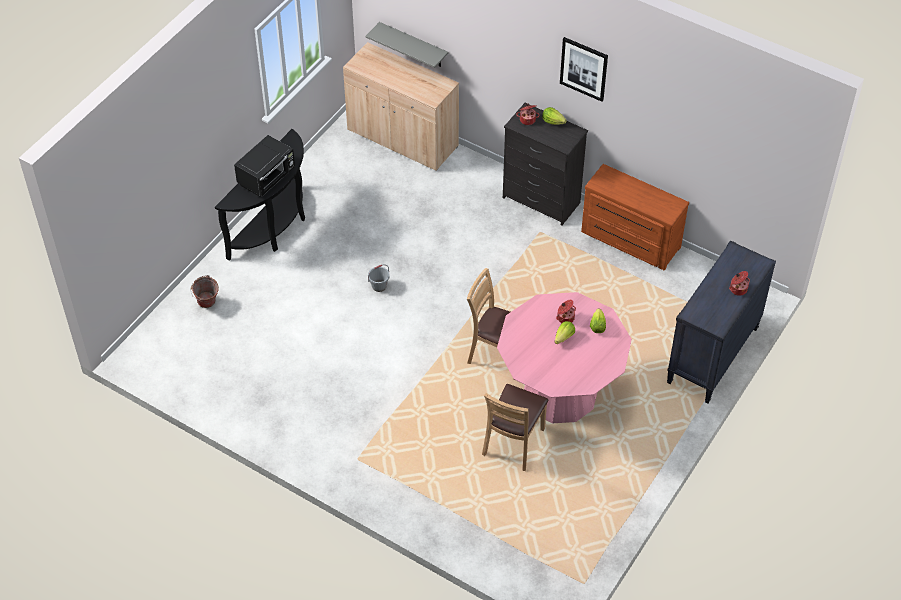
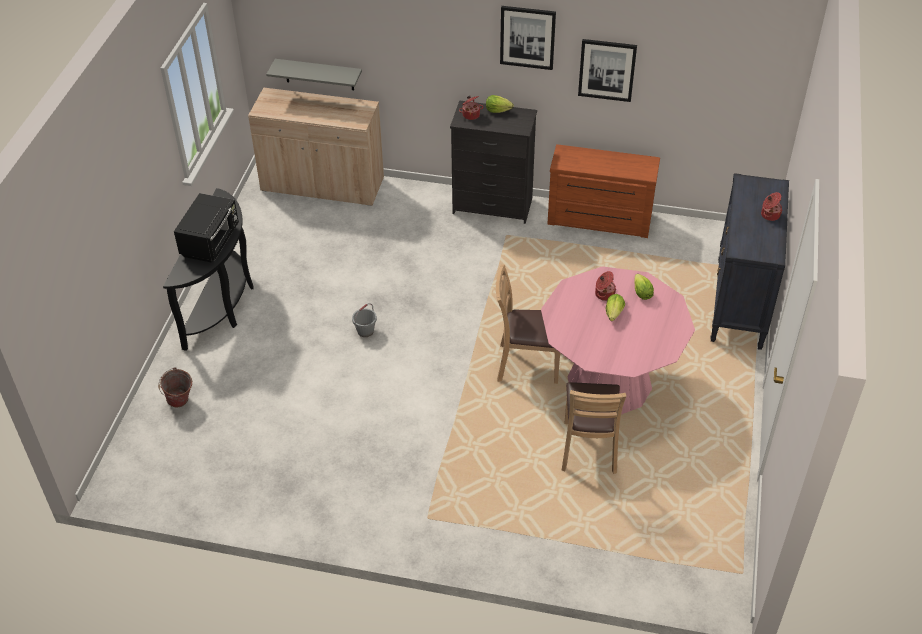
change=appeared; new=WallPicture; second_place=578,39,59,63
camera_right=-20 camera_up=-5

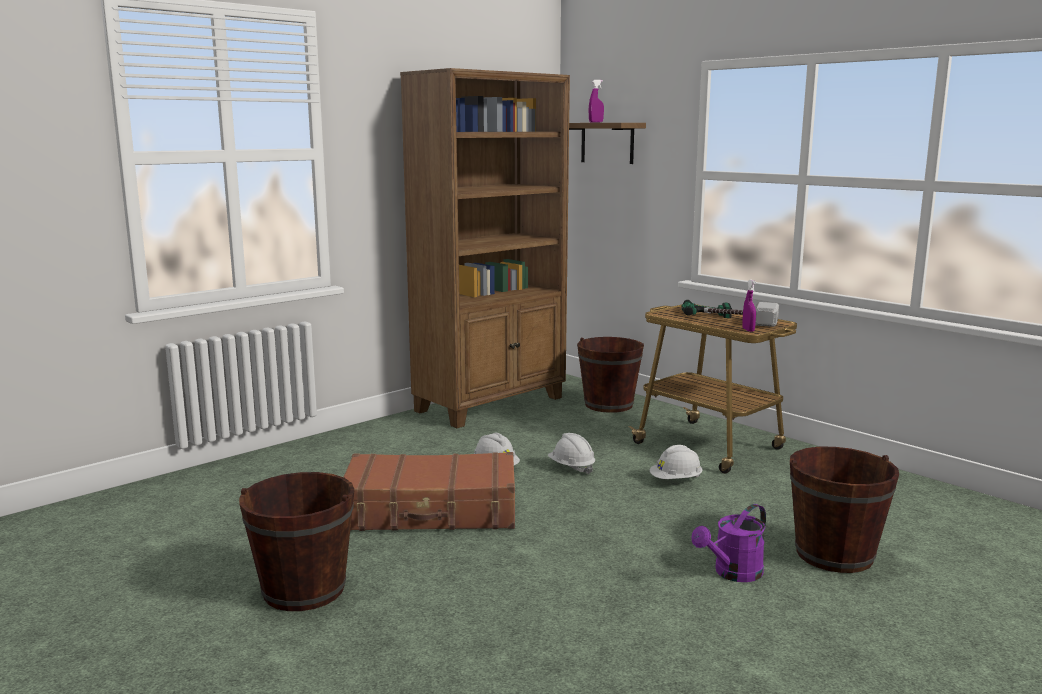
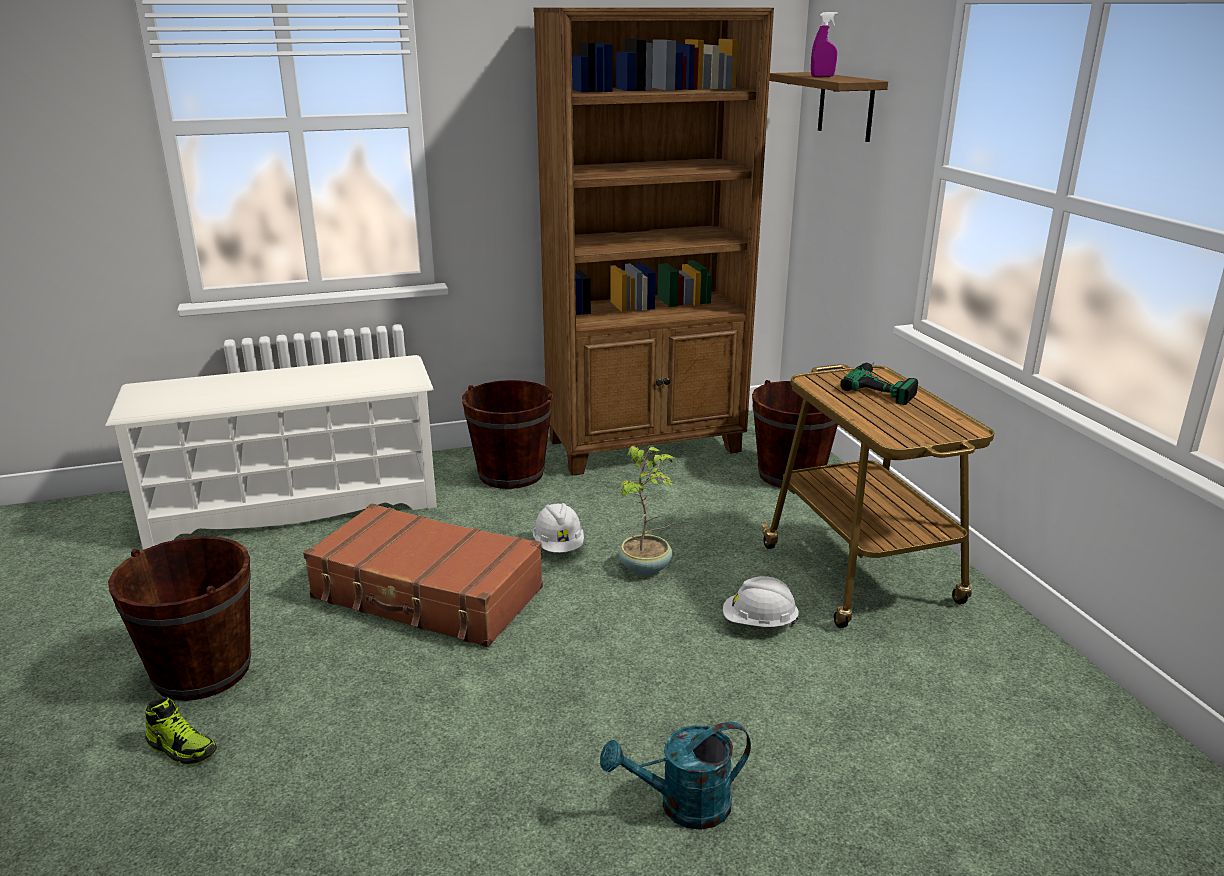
change=exchanged; old=WhitishHardHat; new=PottedPlant; first_place=548,433,47,42; second_place=616,445,60,131
change=colour; old=PurpleWateringCan; new=TurquoiseWateringCan; first_place=691,504,75,78; second_place=600,722,151,108
change=missing; old=HandHammer; first_place=704,302,75,25
change=missing; old=PurpleSprayer; first_place=742,280,14,52
change=relocated; old=BrownWaterBucket; first_place=790,447,109,126; second_place=462,380,91,109
change=appeared; new=WhitishShoeStand; second_place=105,355,332,195
change=appeared; new=Shoe; second_place=145,697,72,67
camera_right=25 camera_up=10

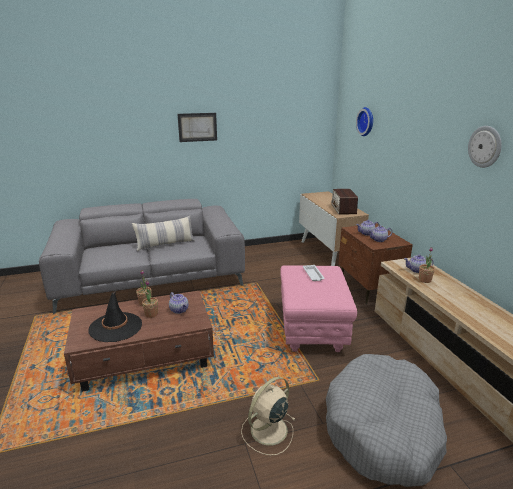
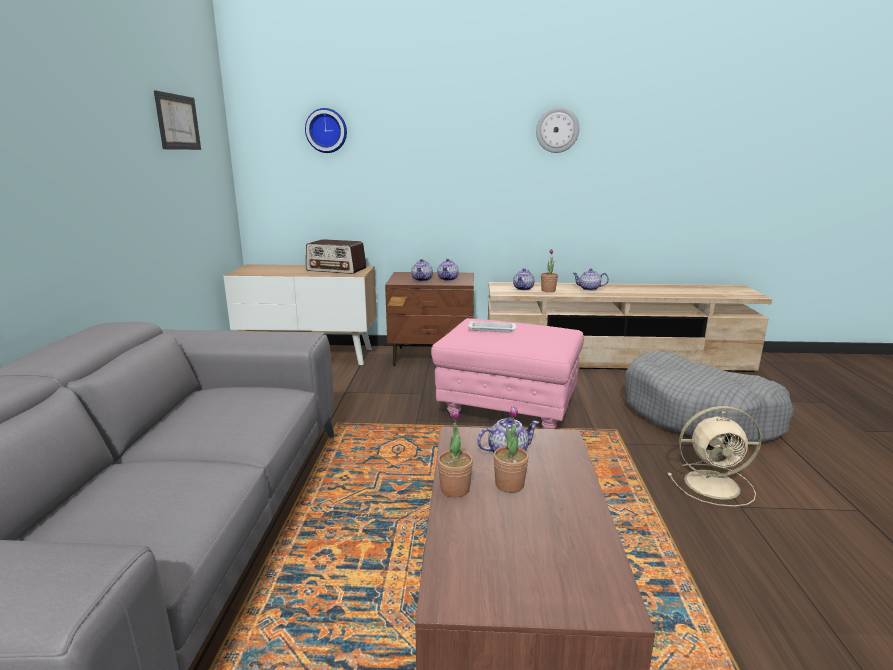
change=missing; old=BlackishHat; first_place=88,290,54,52
change=missing; old=ThrowPillow; first_place=132,216,63,35
change=relocated; old=WallPicture; first_place=177,113,40,29; second_place=154,90,47,60
change=spun; old=BeigeElectricFan; first_place=241,377,55,79; second_place=668,406,93,101; degrees=-60
change=appeared; new=TeaPot; second_place=573,268,36,23
camera_right=-70 camera_up=-5

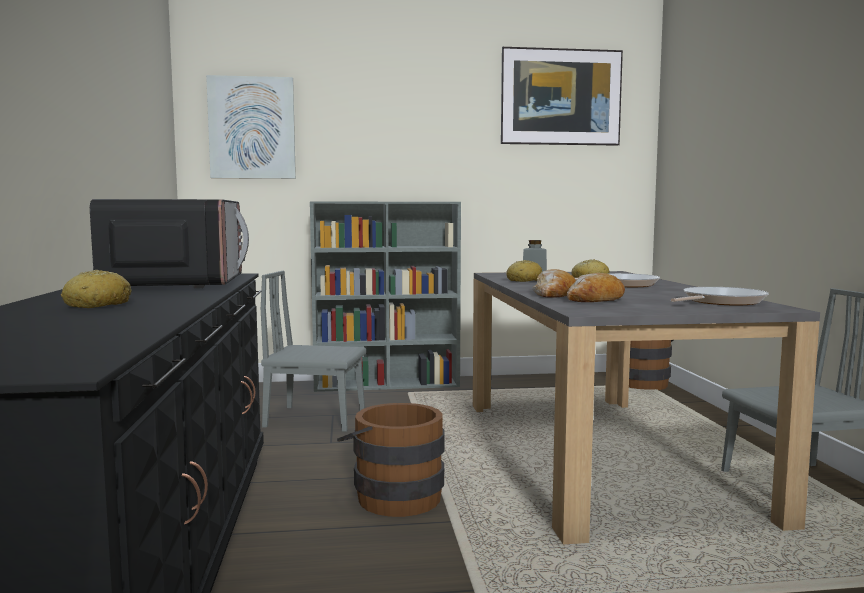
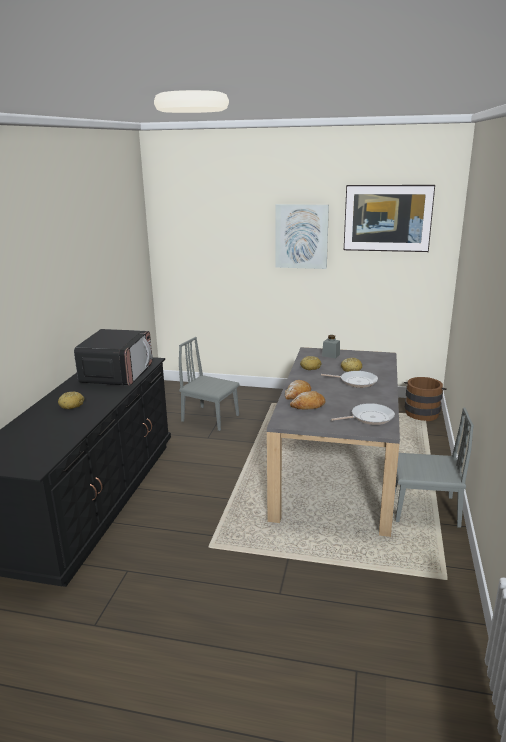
change=relocated; old=WallPicture; first_place=206,75,90,104; second_place=275,204,54,65
change=missing; old=GreyBookshelf; first_place=310,201,151,191
change=missing; old=BrownWaterBucket; first_place=337,403,107,114
camera_right=20 camera_up=15

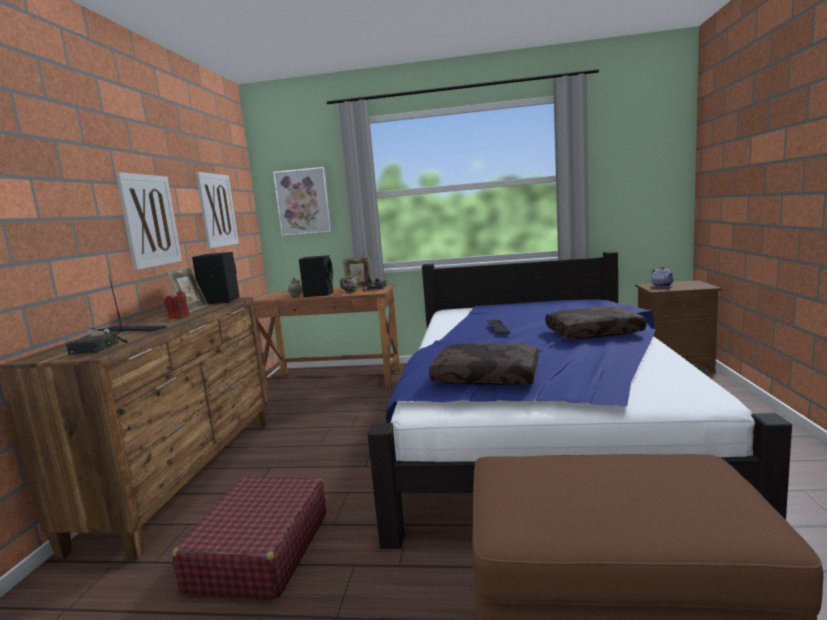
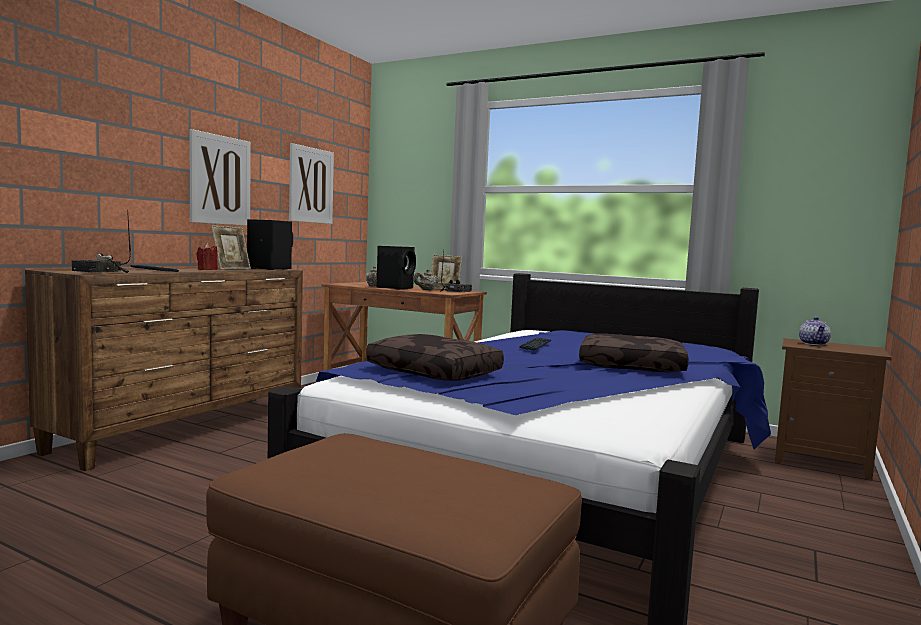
change=missing; old=RedTravelCase; first_place=172,477,154,123
change=missing; old=WallPicture; first_place=273,167,59,69
camera_right=20 camera_up=-5

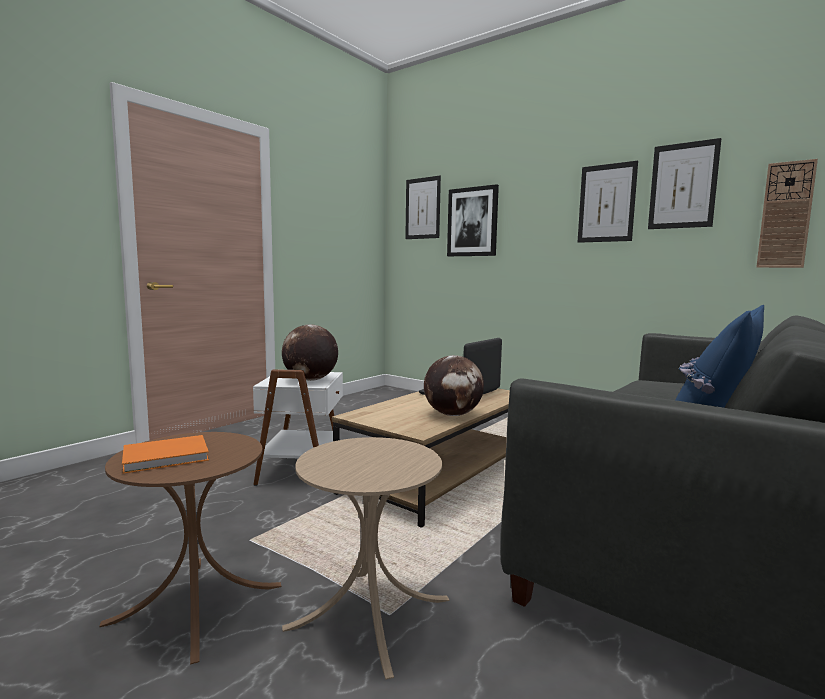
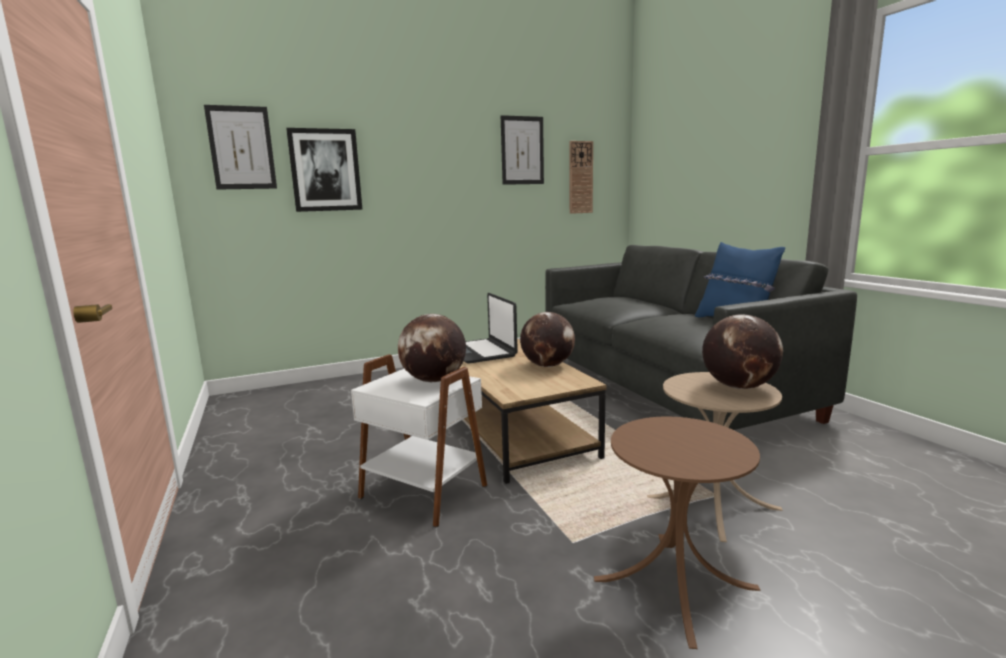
change=missing; old=OrangeyBook; first_place=122,435,87,39
change=missing; old=WallPicture; first_place=578,161,60,82
change=appeared; new=DeskGlobe; second_place=702,314,81,75
camera_right=-60 camera_up=5

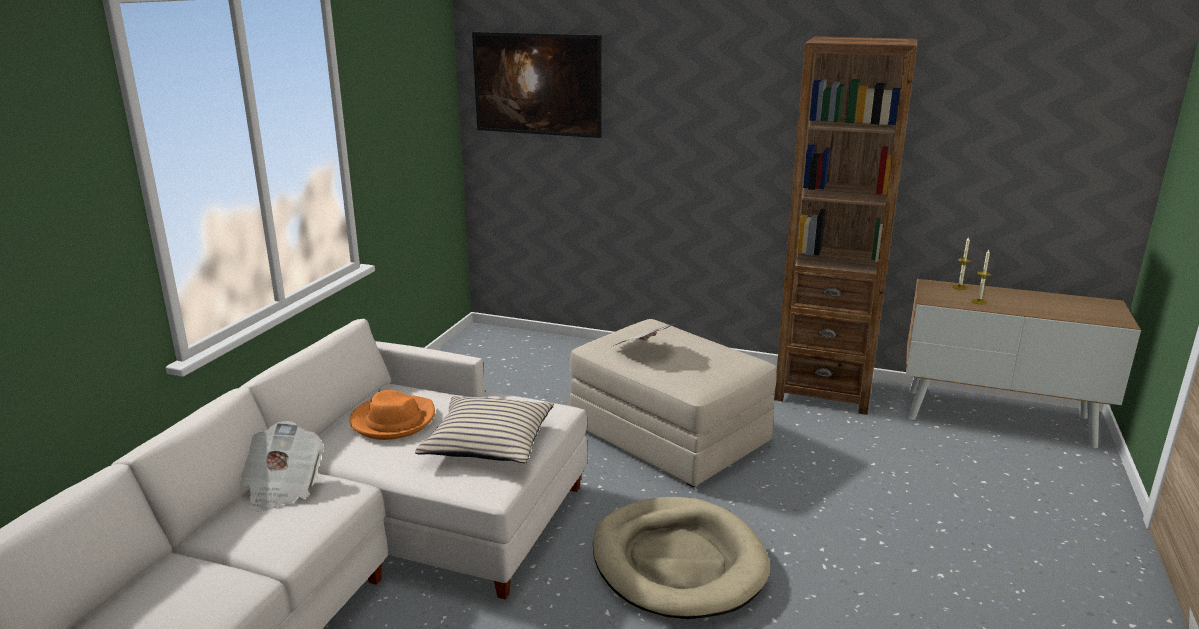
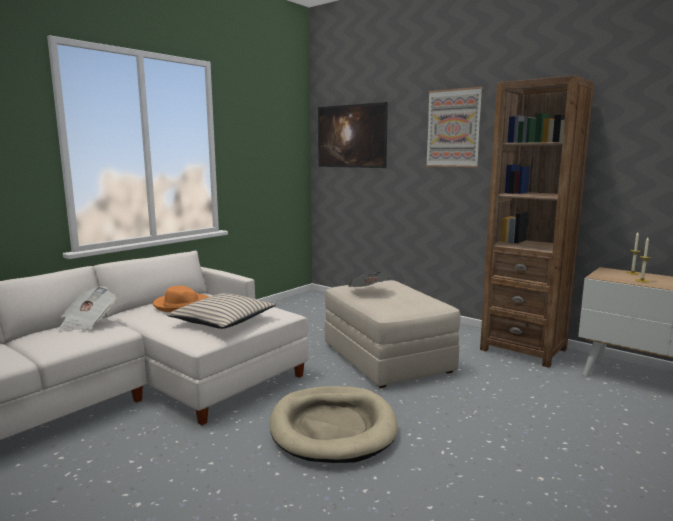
change=appeared; new=WallPicture; second_place=426,87,56,80
camera_right=20 camera_up=-10

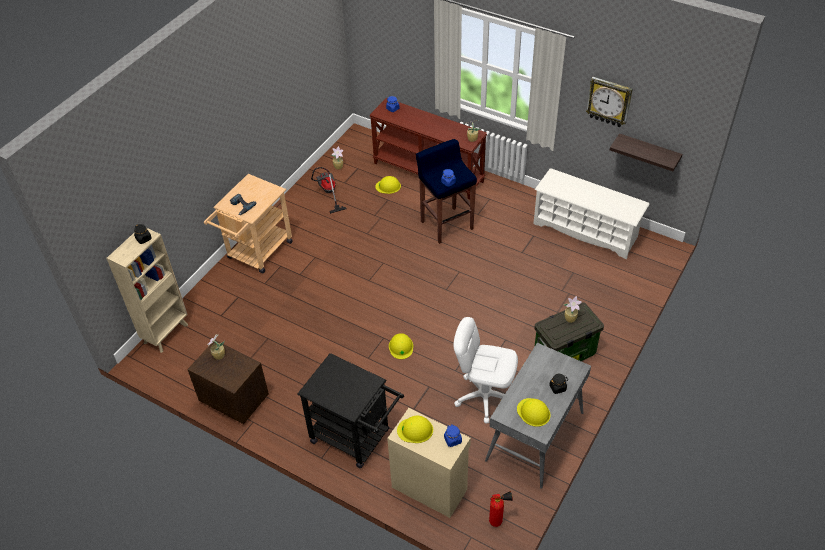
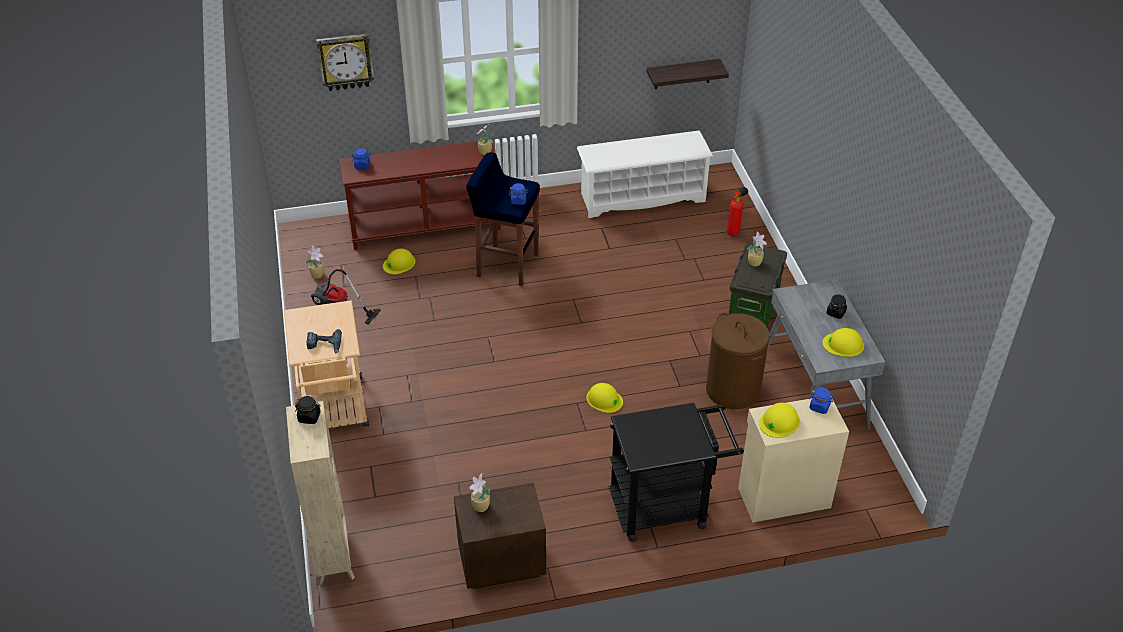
change=exchanged; old=WhitishDeskChair; new=BrownLaundryBasket; first_place=454,317,64,106; second_place=706,313,64,96
change=relocated; old=FireExtinguisher; first_place=489,491,24,36; second_place=727,187,21,49
change=relocated; old=WallClock; first_place=586,77,47,50; second_place=316,34,58,57
camera_right=-45 camera_up=-5

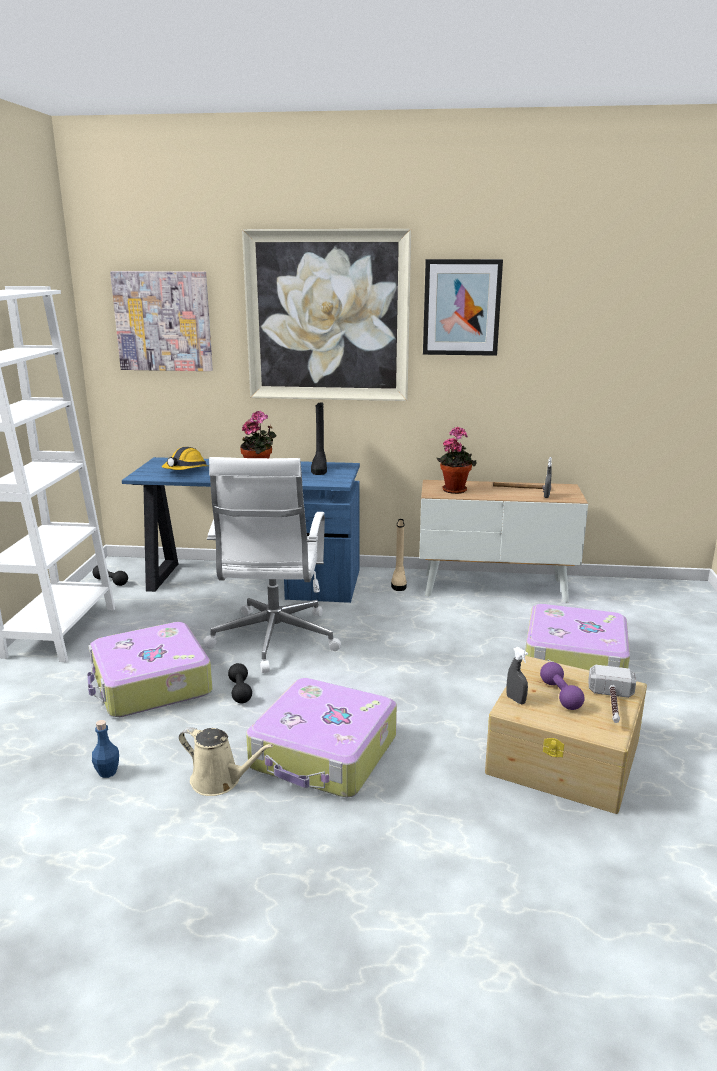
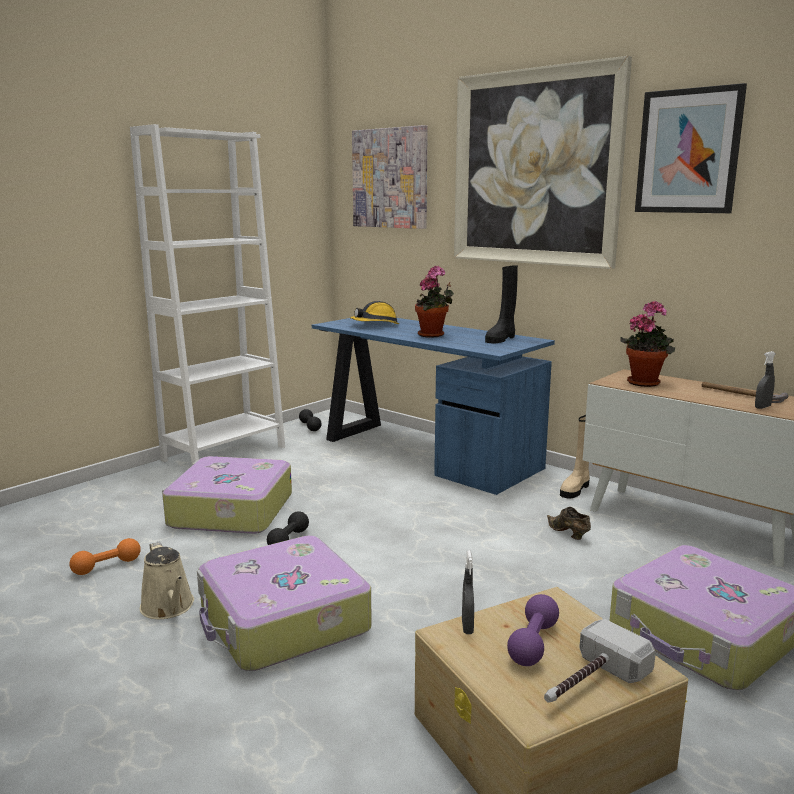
change=exchanged; old=BlueDrinkBottle; new=OrangeyFreeWeight; first_place=92,720,27,58; second_place=69,538,72,37
change=missing; old=WhitishDeskChair; first_place=203,457,138,216
change=appeared; new=BrownShoe; second_place=547,507,44,33
camera_right=35 camera_up=-5

